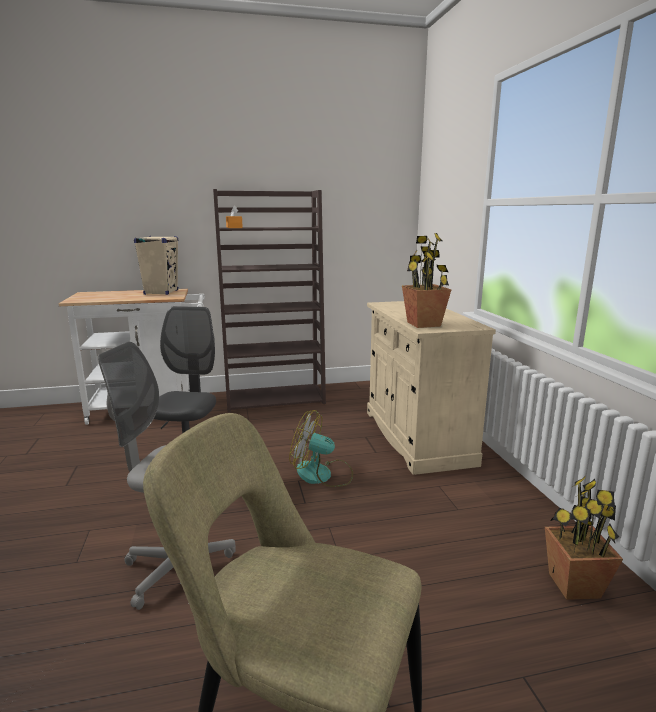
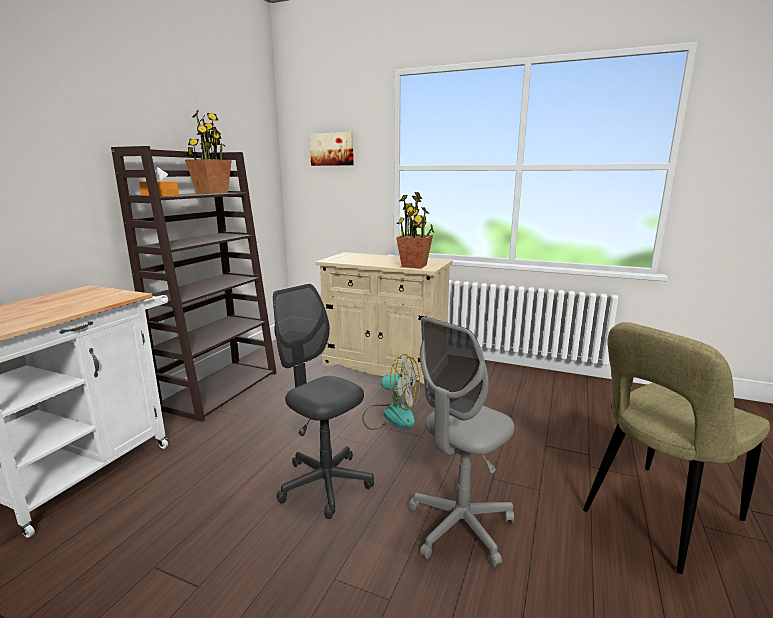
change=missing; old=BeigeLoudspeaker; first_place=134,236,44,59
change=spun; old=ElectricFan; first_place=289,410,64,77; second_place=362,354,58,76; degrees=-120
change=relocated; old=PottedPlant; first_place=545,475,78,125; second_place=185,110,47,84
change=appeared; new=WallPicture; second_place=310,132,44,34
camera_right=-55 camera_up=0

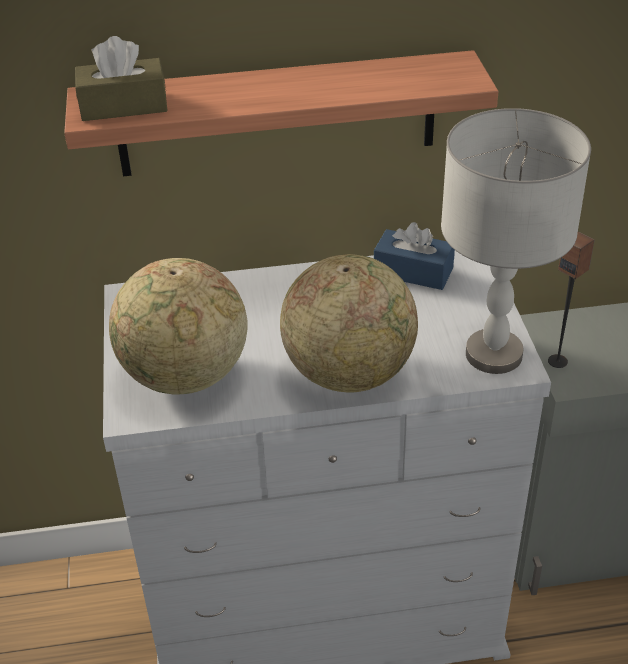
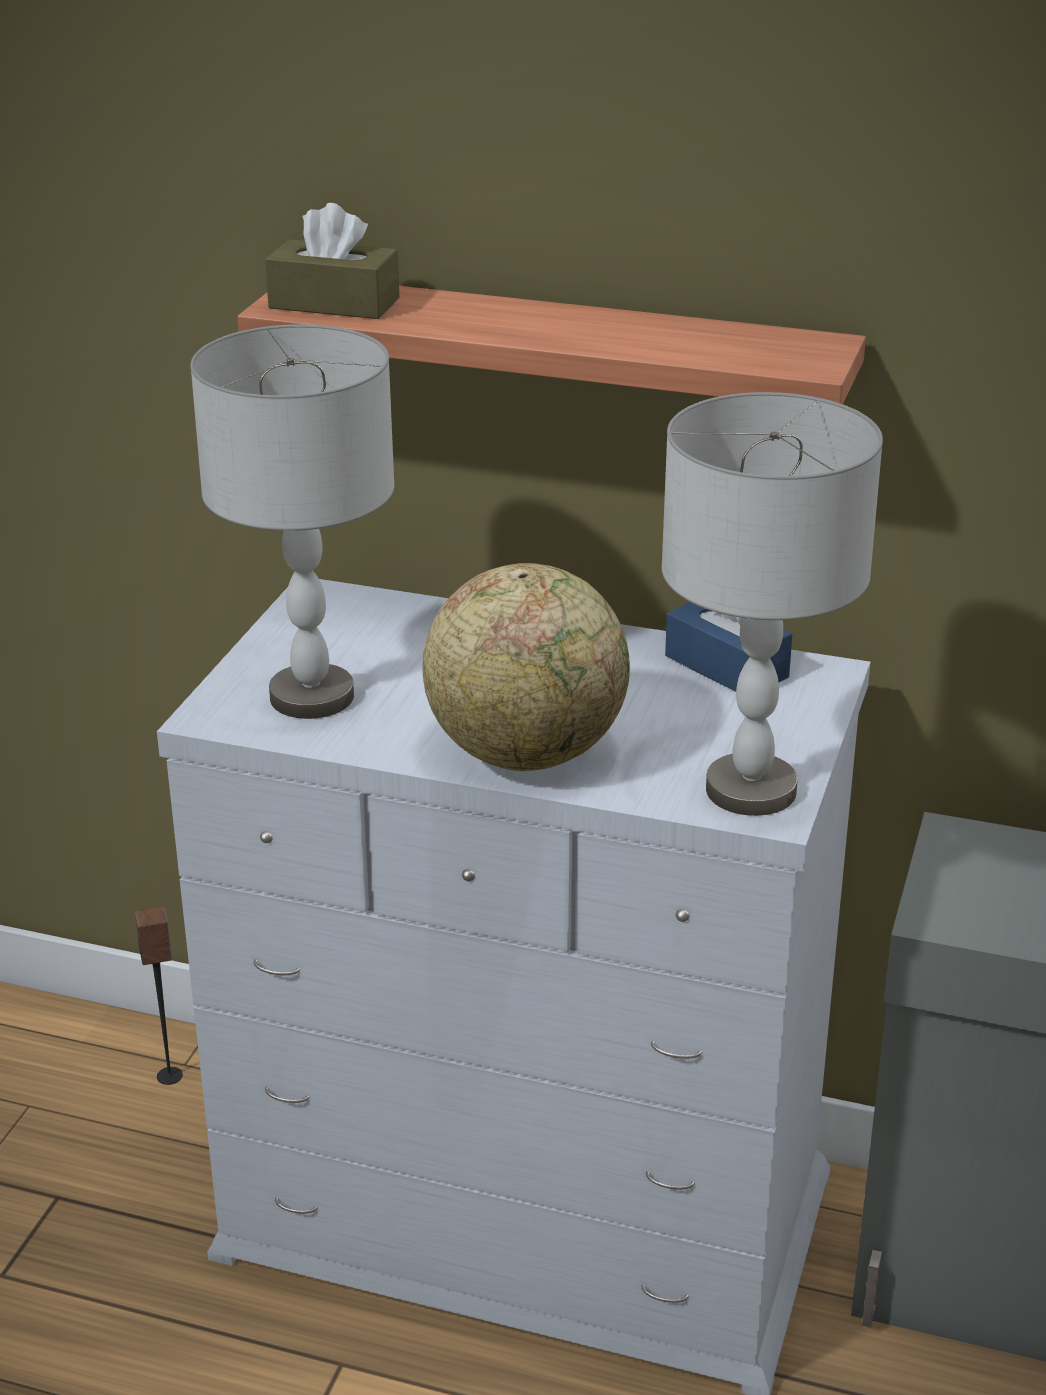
change=exchanged; old=DeskGlobe; new=GreyTableLamp; first_place=109,258,139,137; second_place=190,324,205,395
change=relocated; old=Loudspeaker; first_place=548,231,47,137; second_place=135,907,48,178
camera_right=25 camera_up=-10

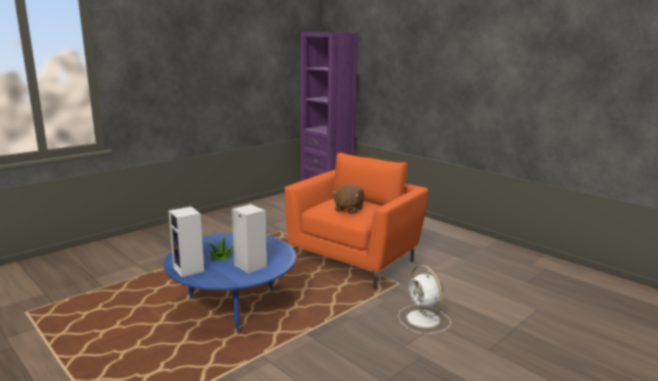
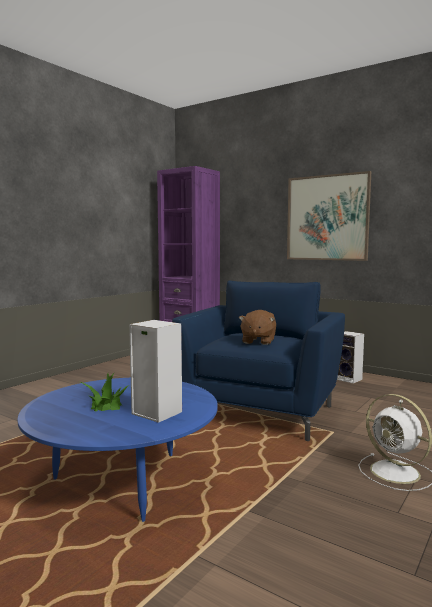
change=relocated; old=Loudspeaker; first_place=168,206,36,71; second_place=337,331,27,53
change=colour; old=OrangeyEasyChair; new=BlueEasyChair; first_place=285,153,143,136; second_place=172,281,173,160
change=appeared; new=WallPicture; second_place=287,171,84,90
camera_right=-10 camera_up=-10

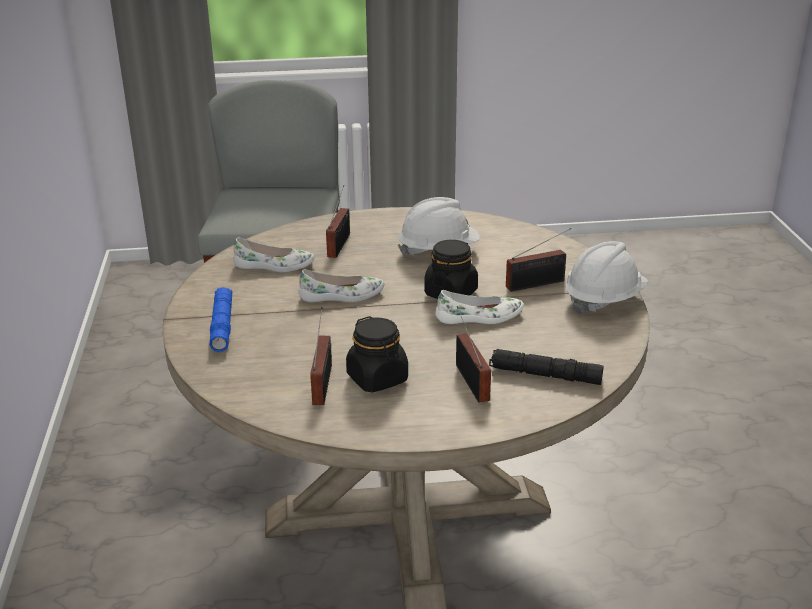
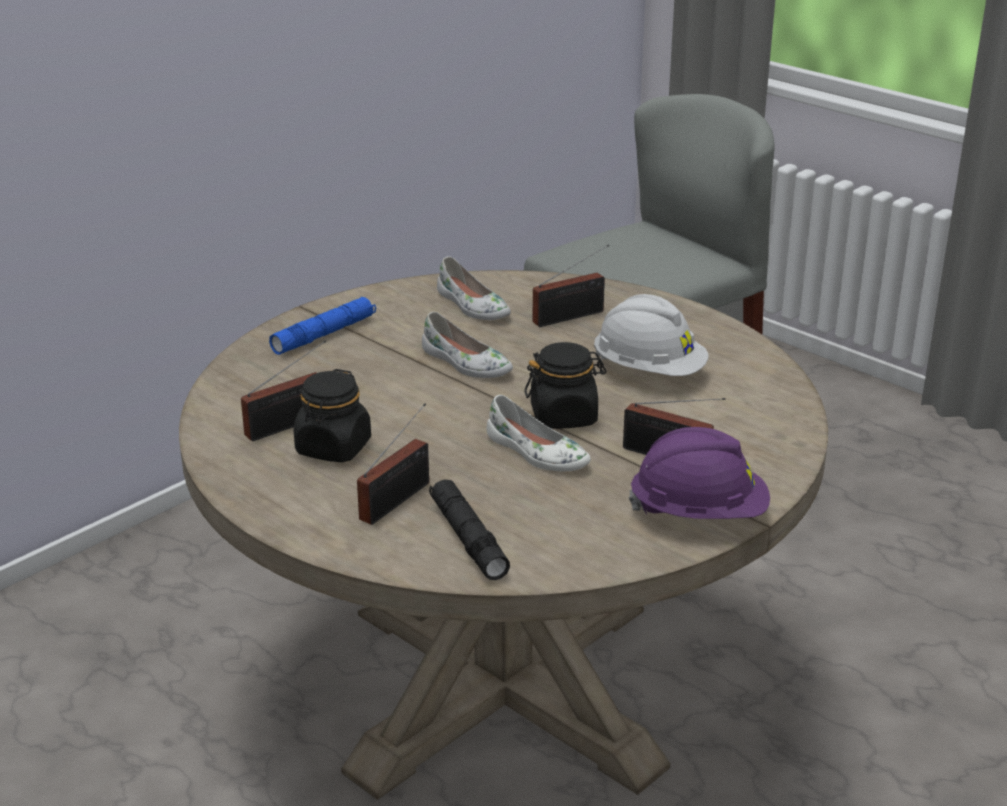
change=colour; old=WhitishHardHat; new=PurpleHardHat; first_place=565,241,83,74; second_place=629,427,141,92
camera_right=50 camera_up=0

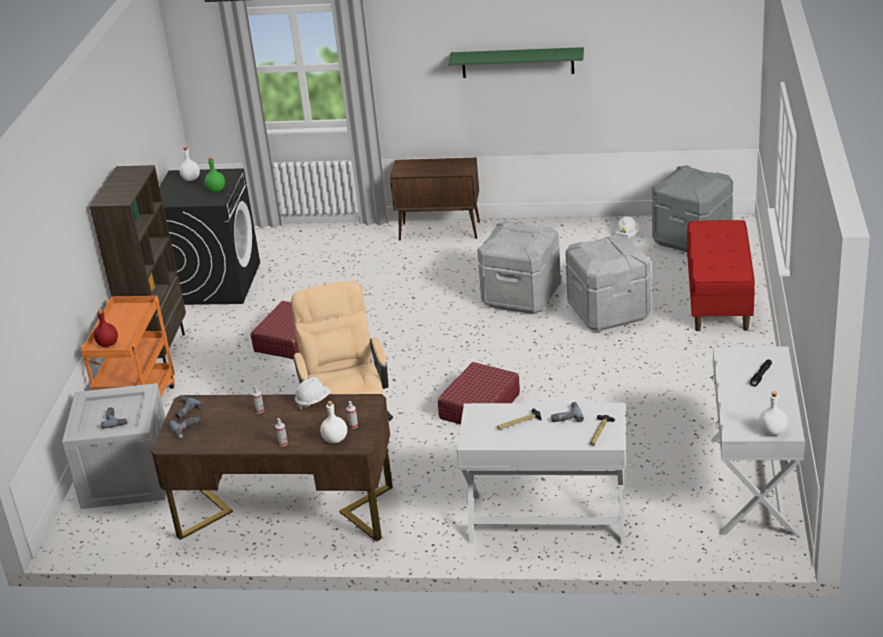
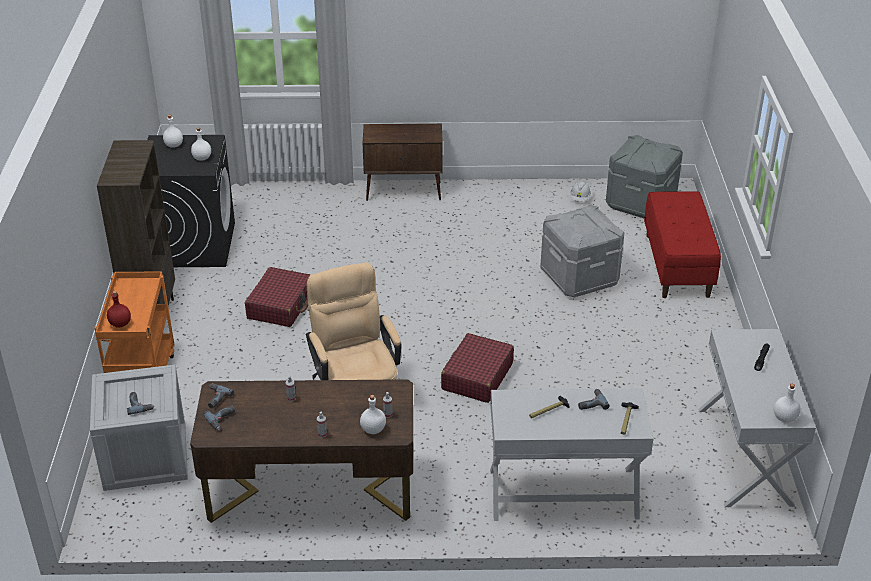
change=colour; old=GreenishDrinkBottle; new=WhitishDrinkBottle; first_place=204,158,21,34; second_place=191,127,20,34
change=missing; old=WhitishHardHat; first_place=295,377,36,32
change=missing; old=GreenishWallShelf; first_place=448,47,136,31
change=missing; old=GreyStorageBox; first_place=477,221,84,93
camera_right=-10 camera_up=5

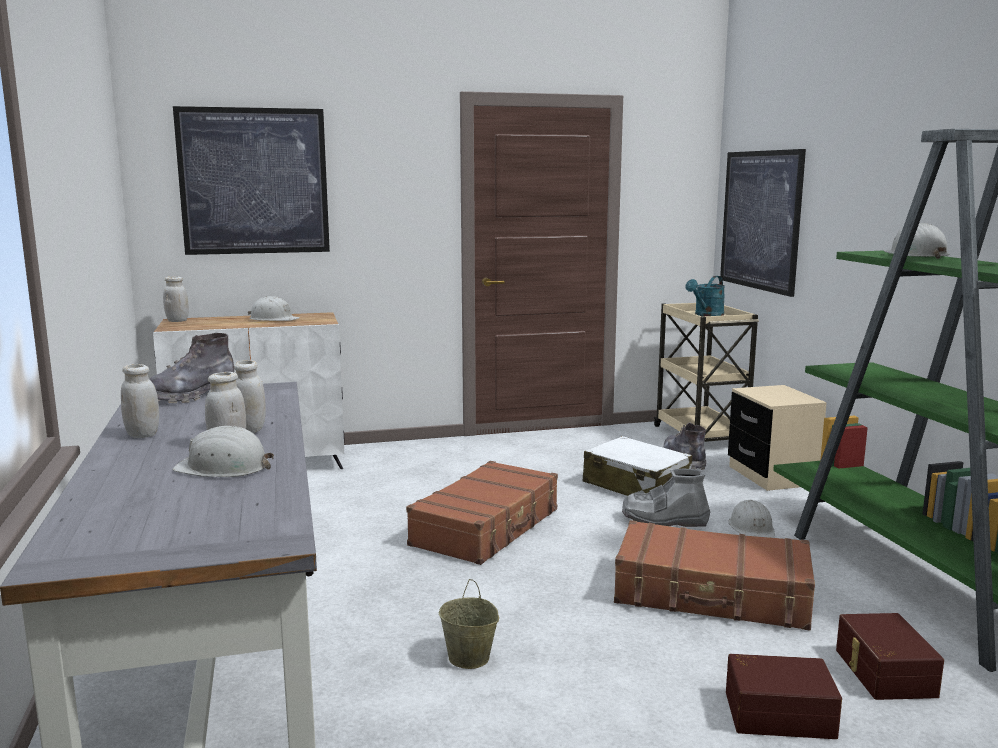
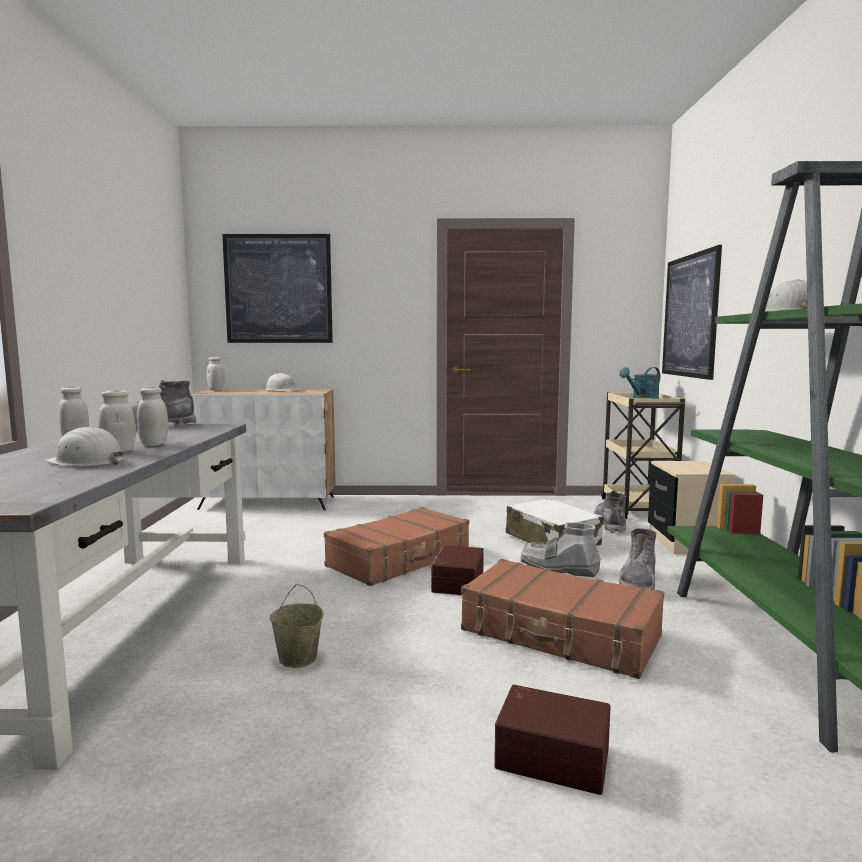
change=exchanged; old=WhitishHardHat; new=GreyTallBoot; first_place=729,500,46,38; second_place=619,529,38,61
change=relocated; old=BrownStorageBox; first_place=836,613,108,87; second_place=431,545,53,50
camera_right=15 camera_up=-5

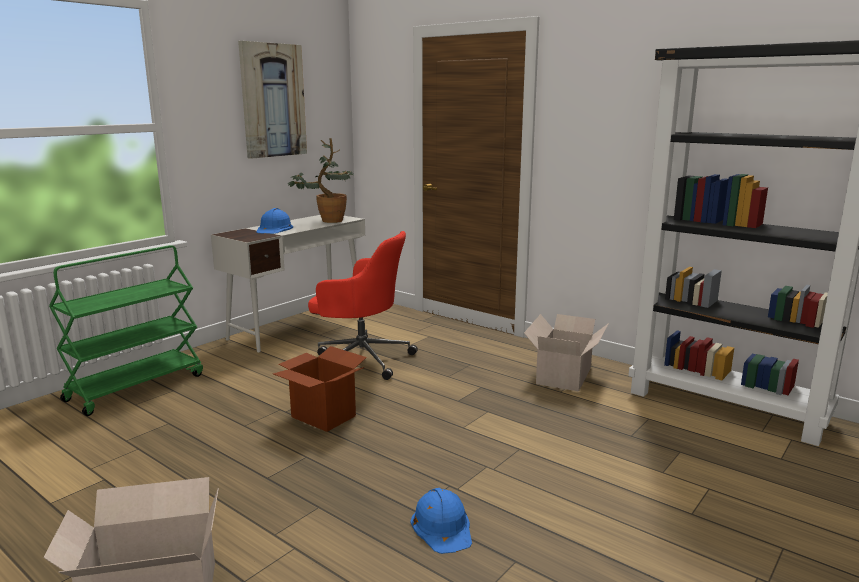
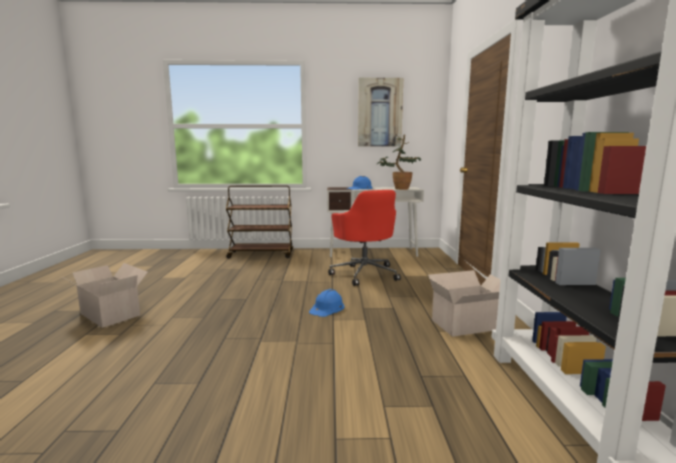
change=colour; old=GreenishTrolley; new=BrownTrolley; first_place=49,245,154,171; second_place=226,186,67,72
change=missing; old=CardboardBox; first_place=273,346,94,86
change=relocated; old=BlueHardHat; first_place=411,488,61,66; second_place=309,289,35,28
camera_right=50 camera_up=-5

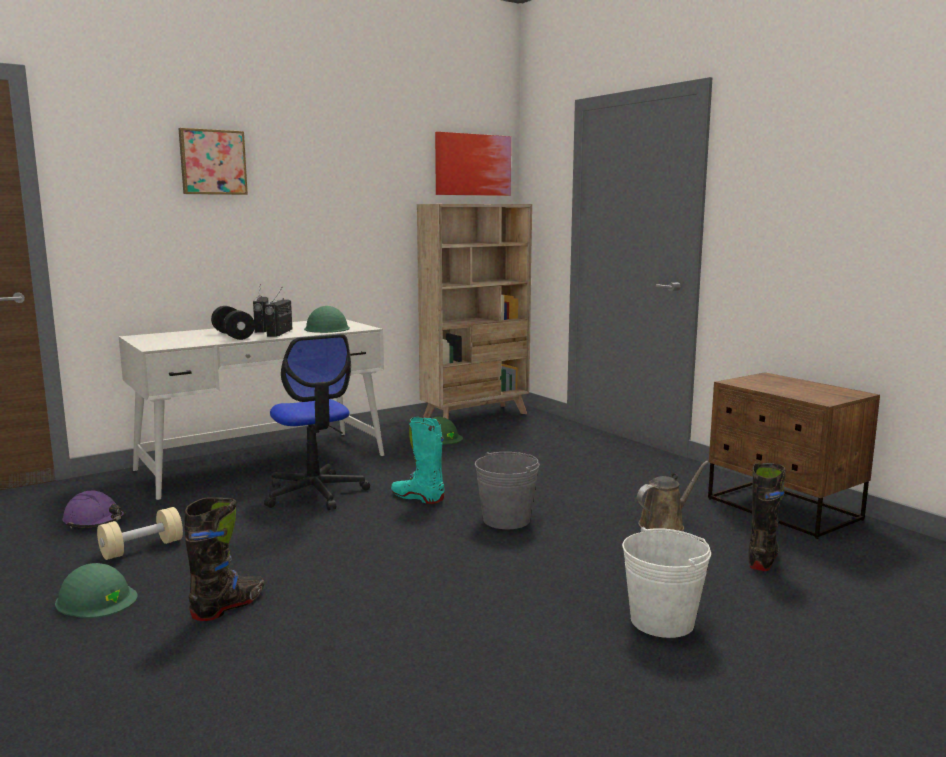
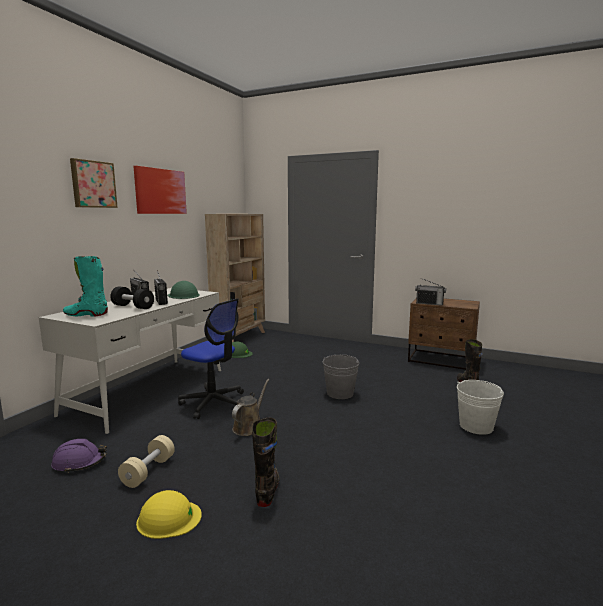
change=colour; old=GreenishHardHat; new=YellowColouredHardHat; first_place=55,563,83,55; second_place=136,490,66,49
change=relocated; old=TurquoiseTallBoot; first_place=391,417,54,87; second_place=63,256,45,60
change=relocated; old=WallPicture; first_place=435,132,76,64; second_place=133,166,54,48
change=relocated; old=BrownWateringCan; first_place=637,461,72,70; second_place=232,379,38,57
change=appeared; new=RadioSet; second_place=415,278,31,28
camera_right=-30 camera_up=0

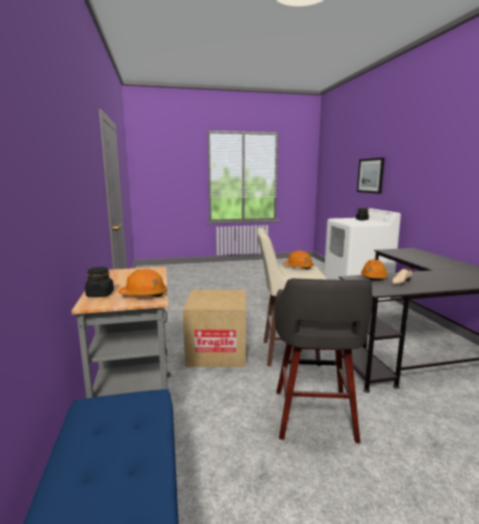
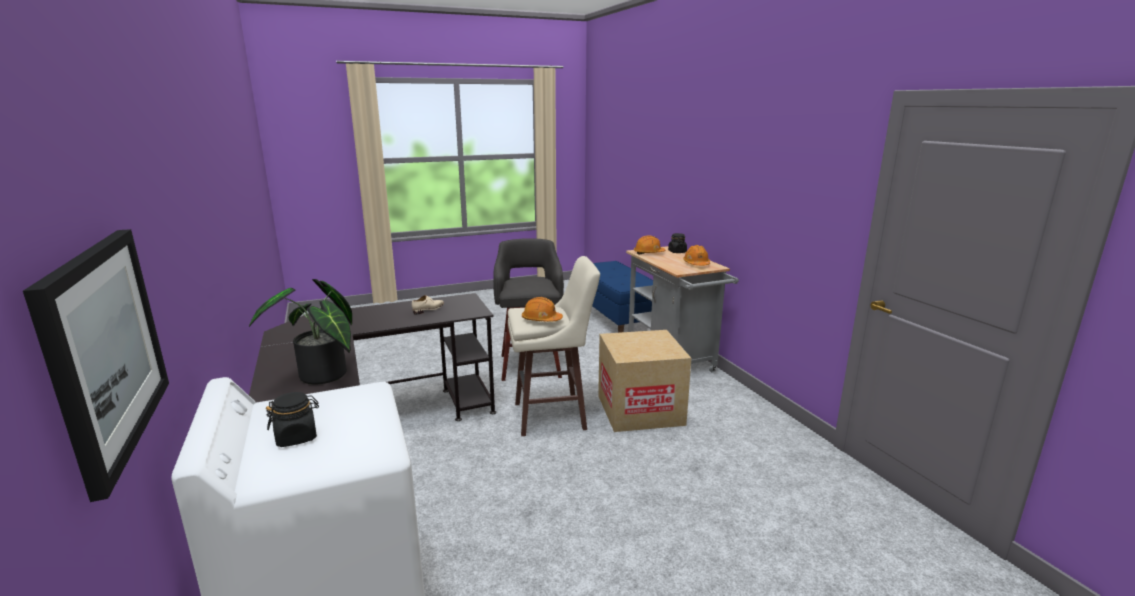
change=relocated; old=OrangeyHardHat; first_place=361,259,27,22; second_place=683,245,27,21
change=appeared; new=PottedPlant; second_place=249,279,103,106
camera_right=170 camera_up=5

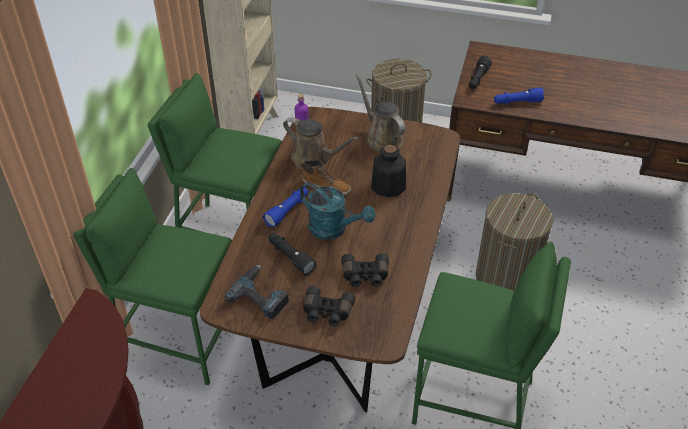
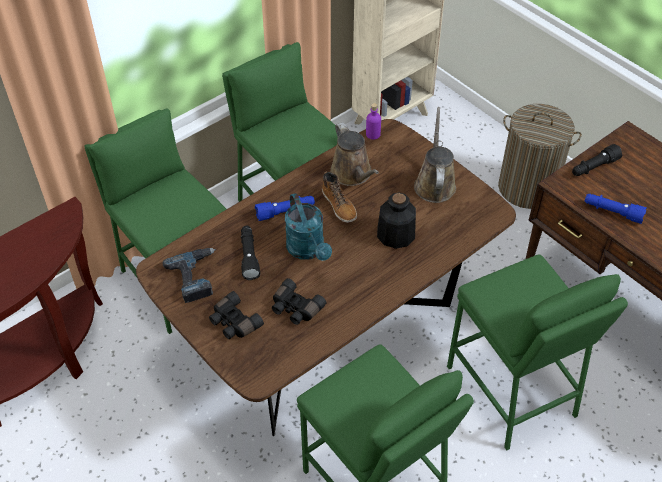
change=exchanged; old=LaundryBasket; new=GreenishSittingStool; first_place=476,193,77,98; second_place=447,255,181,195
camera_right=35 camera_up=5

